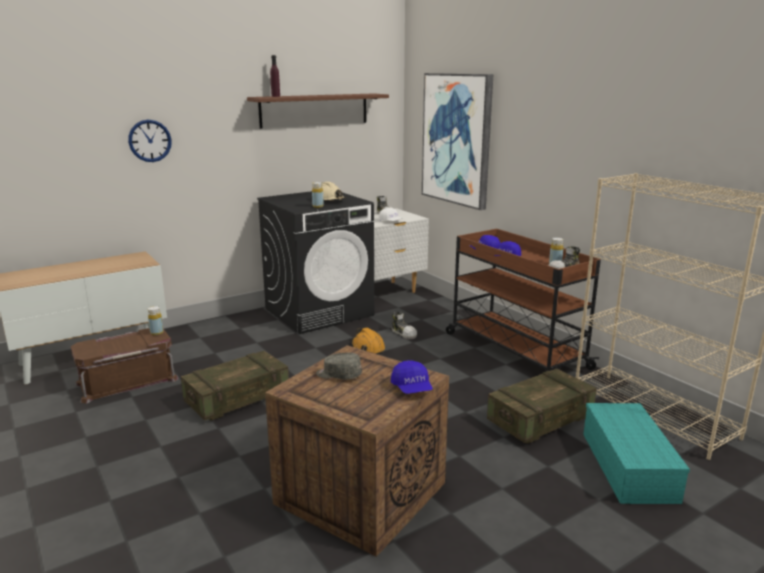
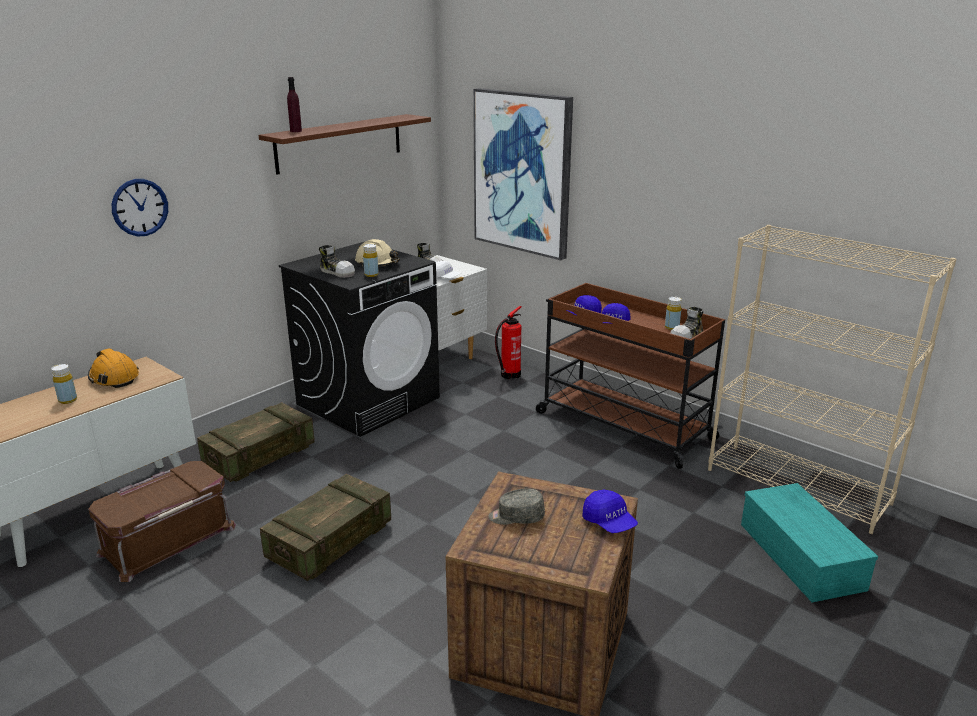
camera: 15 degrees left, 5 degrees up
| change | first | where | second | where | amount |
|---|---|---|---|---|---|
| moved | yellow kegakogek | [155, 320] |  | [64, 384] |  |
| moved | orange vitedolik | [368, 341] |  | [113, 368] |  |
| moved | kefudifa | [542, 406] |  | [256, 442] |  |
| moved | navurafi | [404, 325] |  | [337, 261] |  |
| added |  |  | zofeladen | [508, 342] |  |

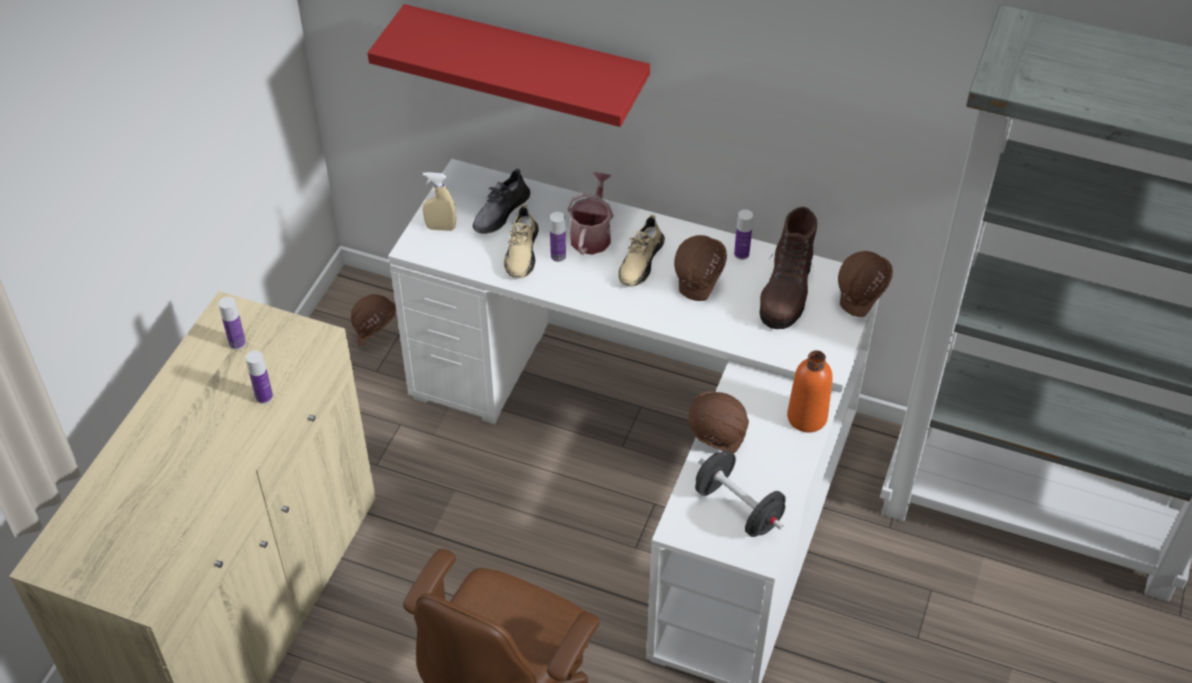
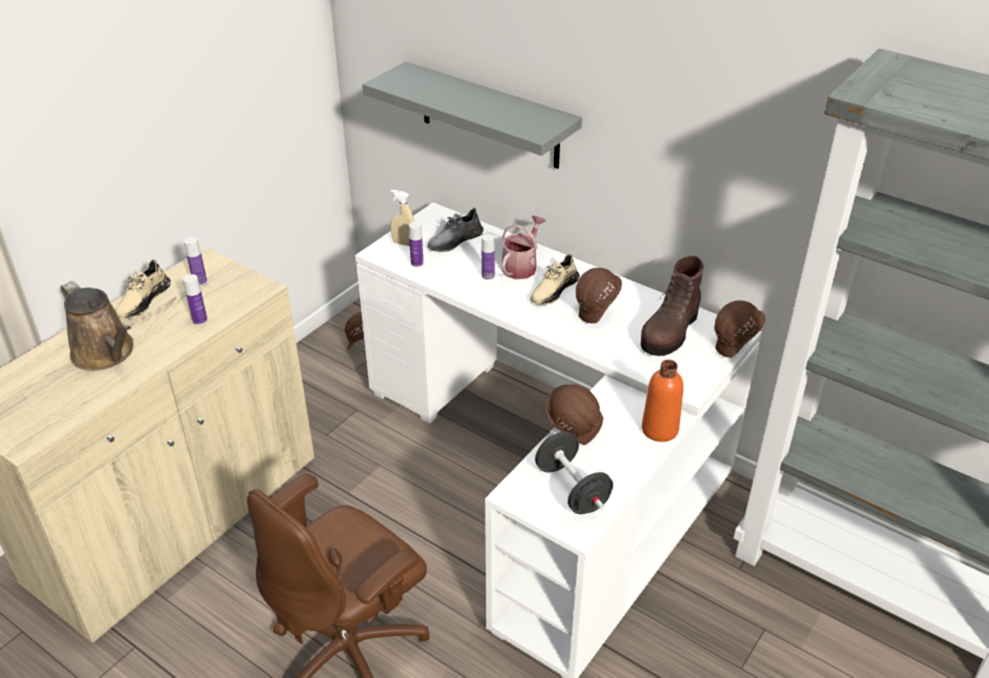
camera: 15 degrees right, 10 degrees down
| change | first | where | second | where | amount |
|---|---|---|---|---|---|
| added |  |  | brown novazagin | [96, 326] |  |
| moved | beige navurafi | [521, 241] |  | [143, 288] |  |
| recoloured | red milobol | [509, 65] | grey milobol | [472, 115] |  |
| moved | kegakogek | [743, 235] |  | [416, 244] |  |

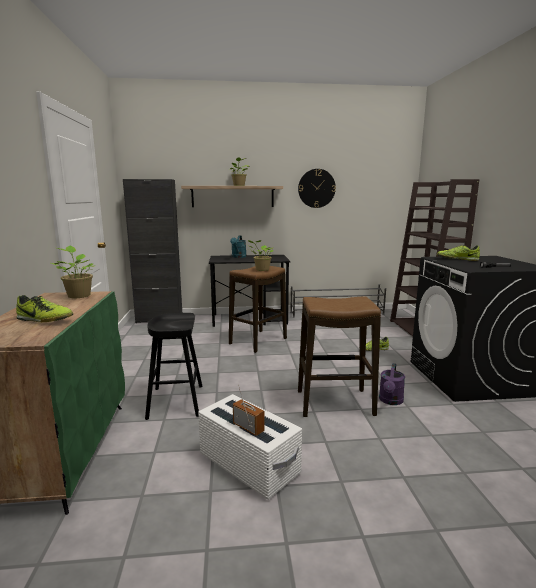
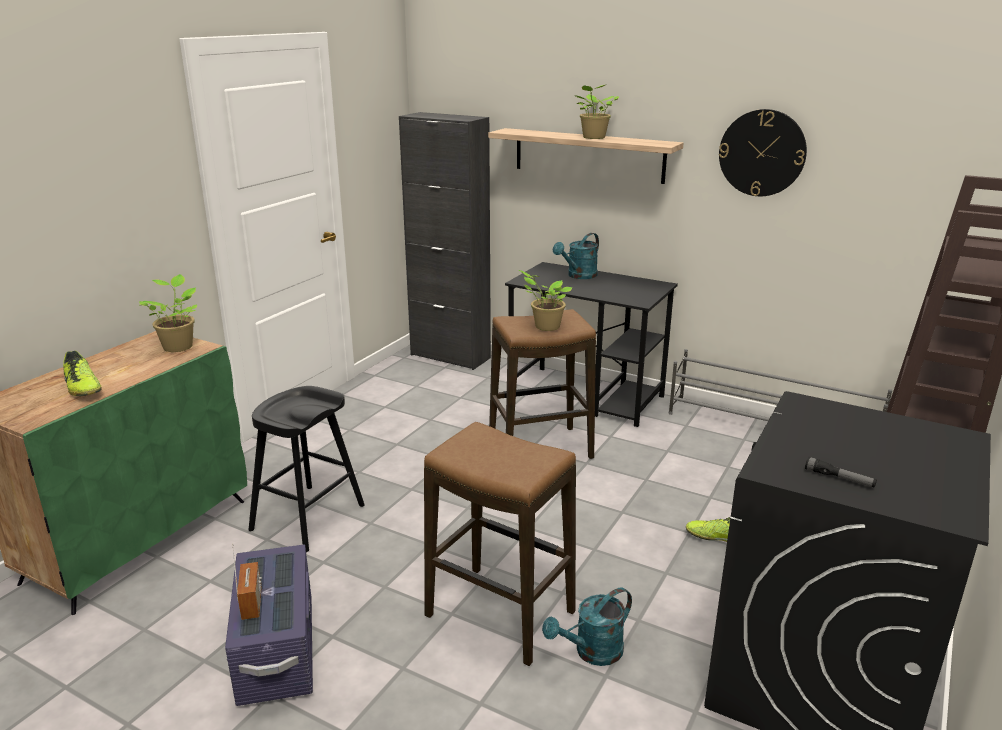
camera: 35 degrees right, 10 degrees up
| change | first | where | second | where | amount |
|---|---|---|---|---|---|
| recoloured | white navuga | [250, 447] | purple navuga | [269, 625] |  |
| recoloured | purple novazagin | [392, 384] | turquoise novazagin | [587, 626] |  |
| removed | navurafi | [458, 253] |  |  |  |

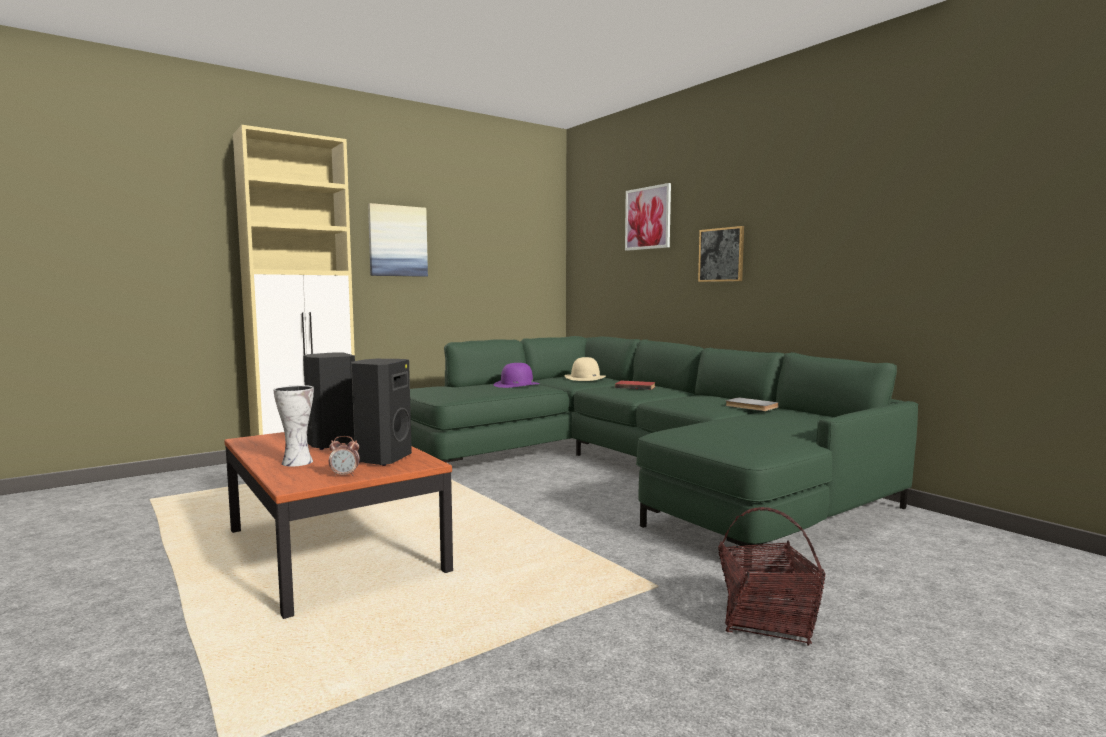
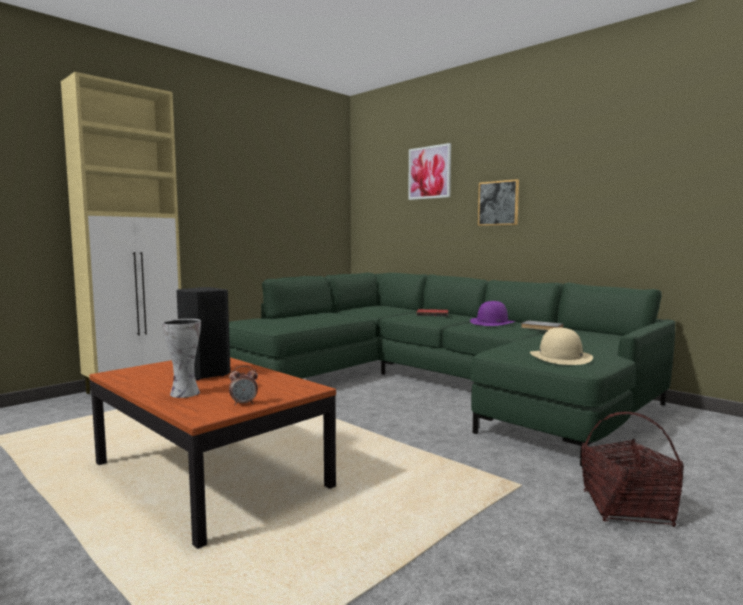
camera: 10 degrees left, 0 degrees up
| change | first | where | second | where | amount |
|---|---|---|---|---|---|
| moved | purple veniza | [517, 375] |  | [492, 313] |  |
| moved | beige veniza | [585, 369] |  | [561, 346] |  |
| removed | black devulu | [381, 412] |  |  |  |
| removed | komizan | [398, 240] |  |  |  |

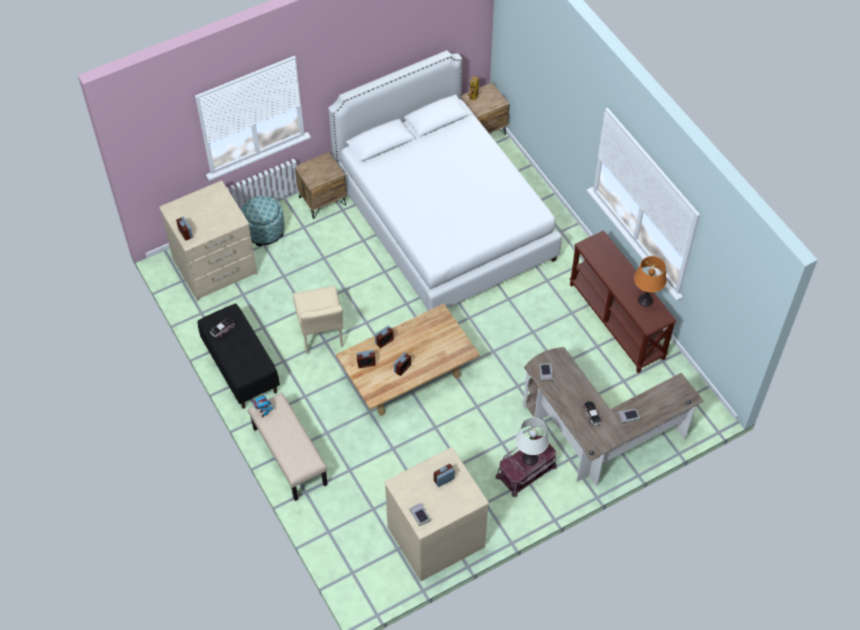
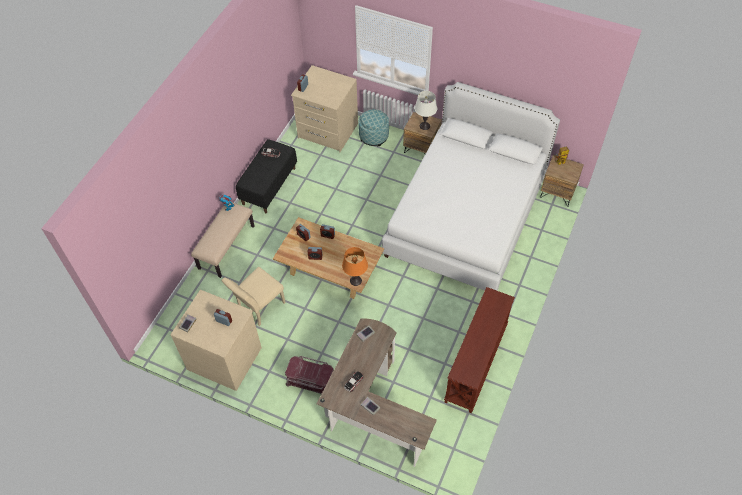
camera: 55 degrees right, 0 degrees up
| change | first | where | second | where | amount |
|---|---|---|---|---|---|
| moved | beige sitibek | [318, 320] |  | [253, 296] |  |
| moved | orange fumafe | [650, 281] |  | [355, 266] |  |
| moved | white fumafe | [532, 441] |  | [426, 110] |  |

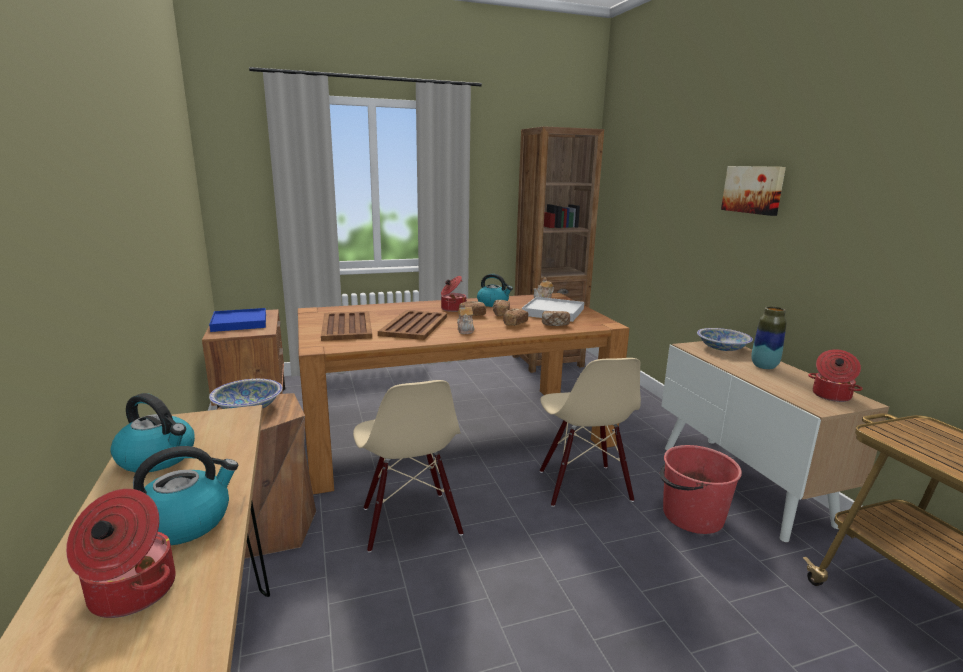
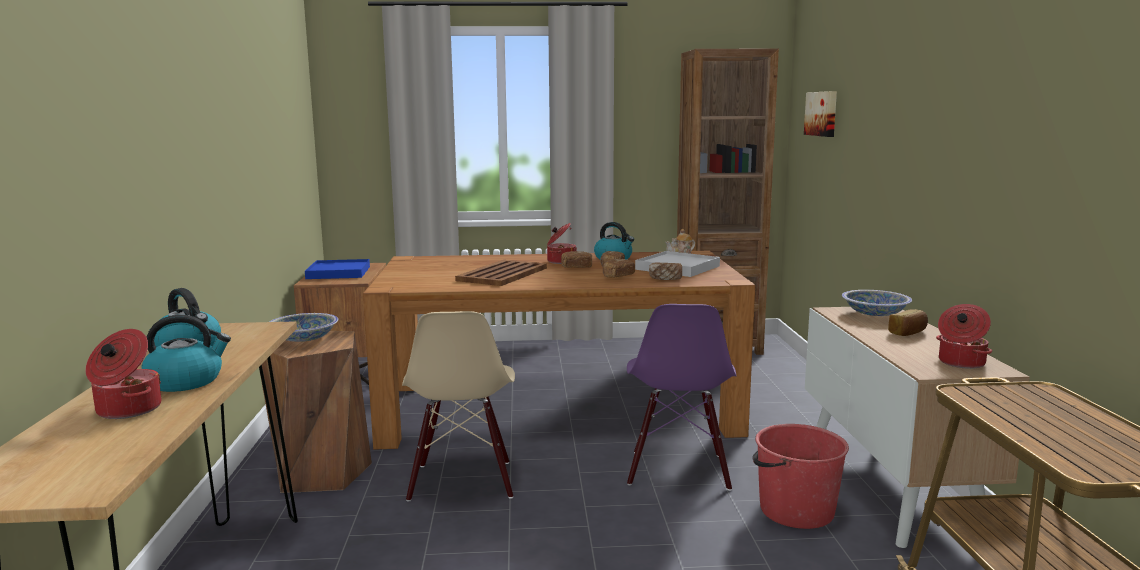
camera: 15 degrees right, 5 degrees down
| change | first | where | second | where | amount |
|---|---|---|---|---|---|
| recoloured | beige sitibek | [590, 432] | purple sitibek | [682, 397] |  |
| moved | komizan | [753, 191] |  | [820, 114] |  |
| replaced | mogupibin | [769, 338] | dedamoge | [908, 322] |  |
| removed | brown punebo | [346, 326] |  |  |  |
| removed | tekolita | [466, 318] |  |  |  |

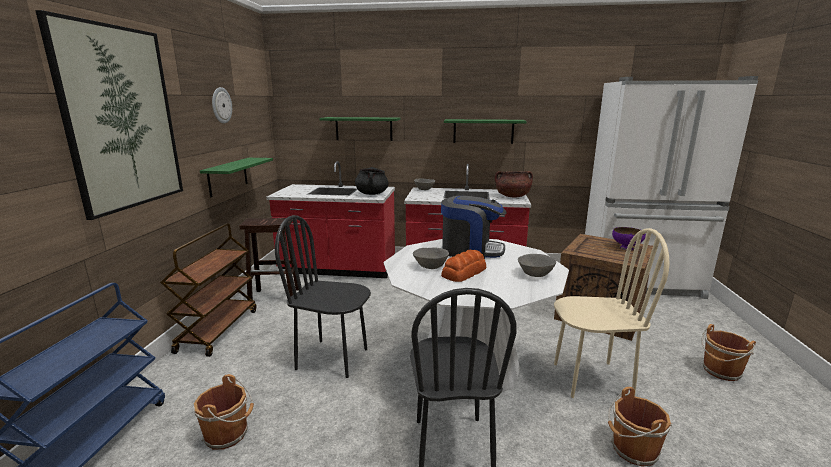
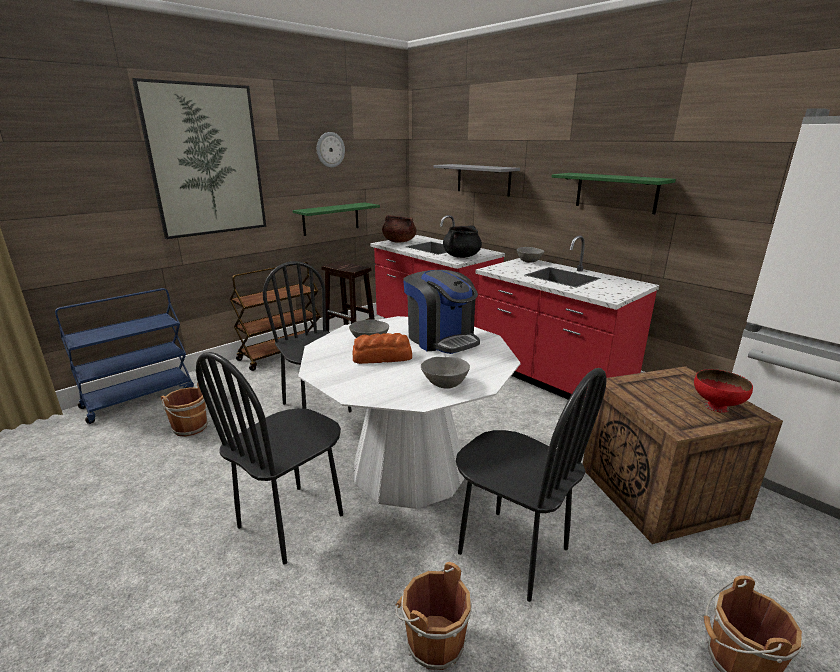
camera: 40 degrees right, 5 degrees up
| change | first | where | second | where | amount |
|---|---|---|---|---|---|
| moved | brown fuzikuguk | [514, 184] |  | [399, 229] |  |
| recoloured | green milobol | [360, 129] | grey milobol | [476, 180] |  |
| recoloured | beige sitibek | [612, 313] | black sitibek | [531, 485] |  |
| recoloured | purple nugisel | [629, 238] | red nugisel | [723, 391] |  |

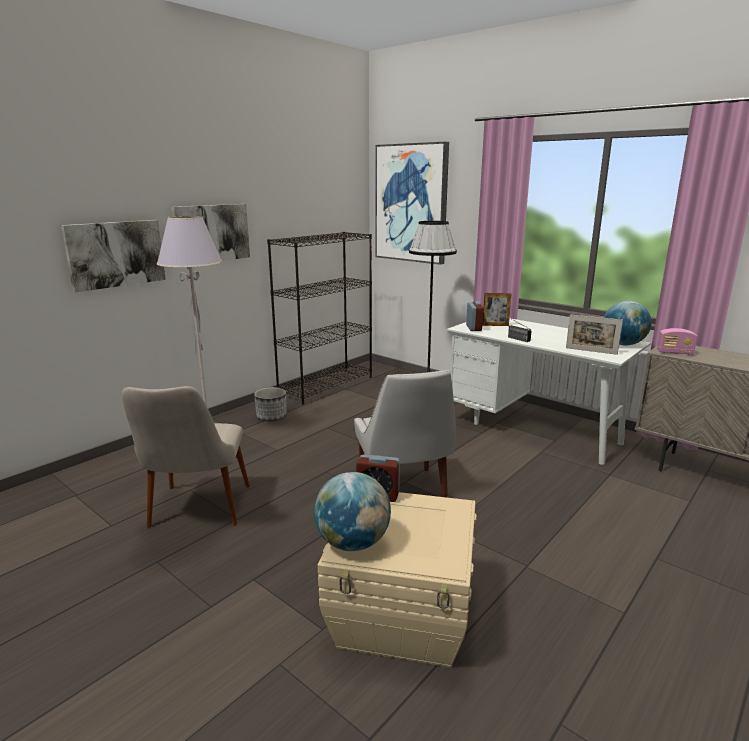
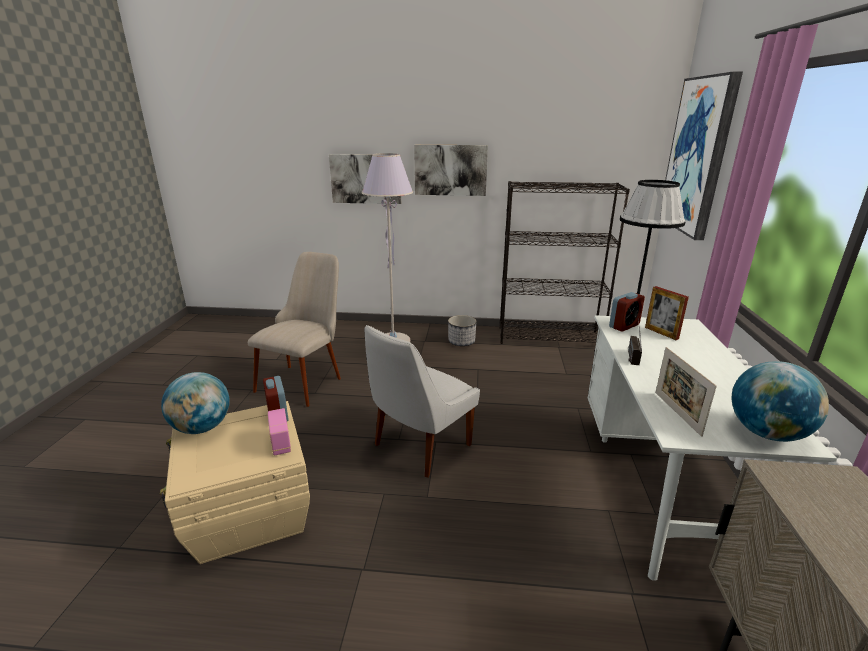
camera: 55 degrees right, 5 degrees up
| change | first | where | second | where | amount |
|---|---|---|---|---|---|
| turned | beige sitibek | [186, 457] |  | [294, 329] | 150 degrees clockwise |
| moved | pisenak | [677, 341] |  | [279, 431] |  |

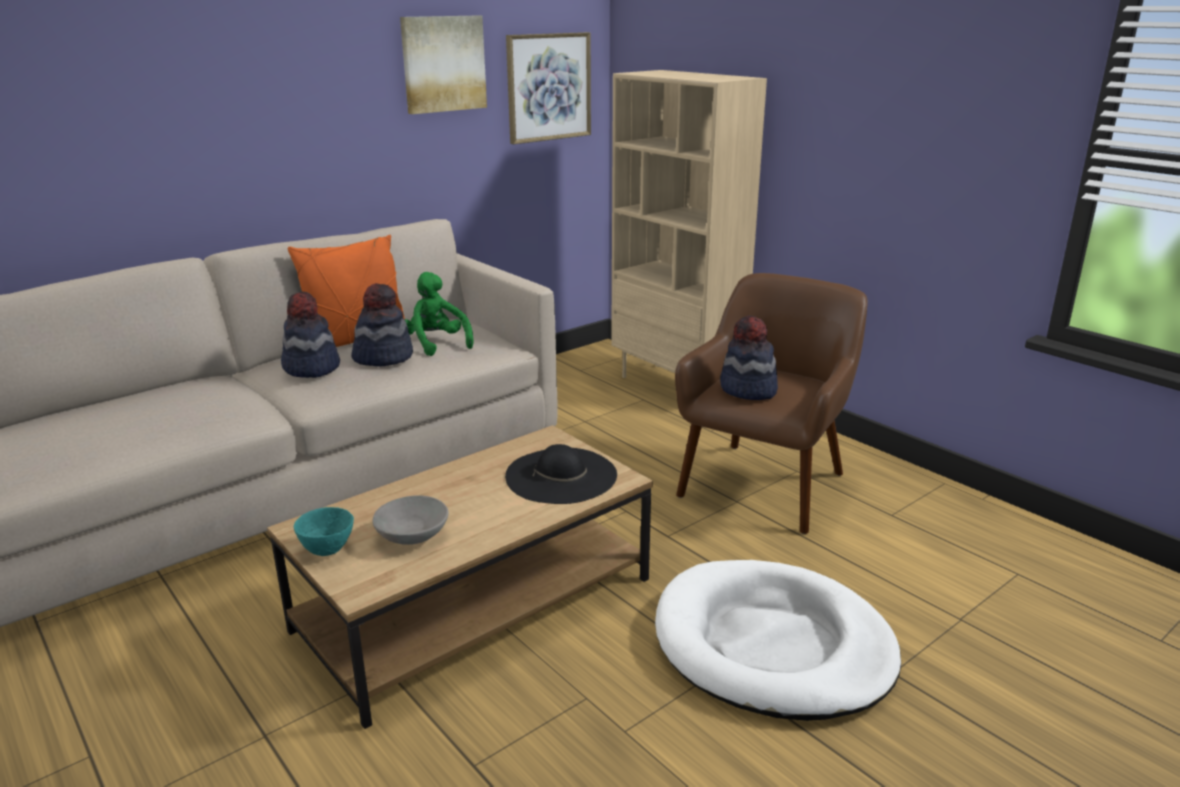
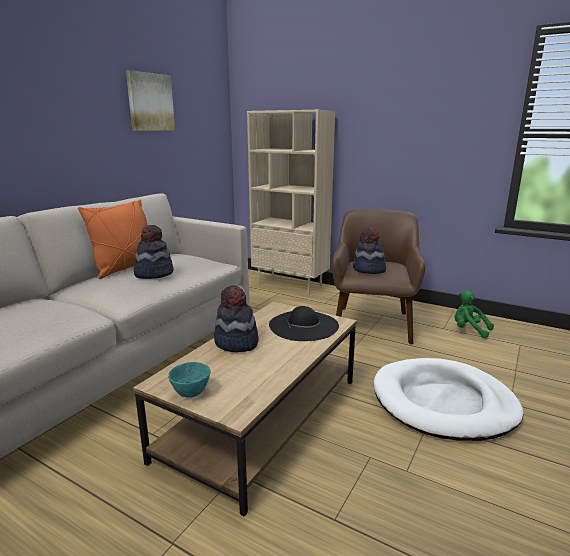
camera: 20 degrees left, 5 degrees down
| change | first | where | second | where | amount |
|---|---|---|---|---|---|
| moved | veniza | [310, 334] |  | [236, 318] |  |
| moved | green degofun | [439, 314] |  | [474, 314] |  |
| removed | grey nugisel | [410, 520] |  |  |  |
| removed | komizan | [548, 88] |  |  |  |

